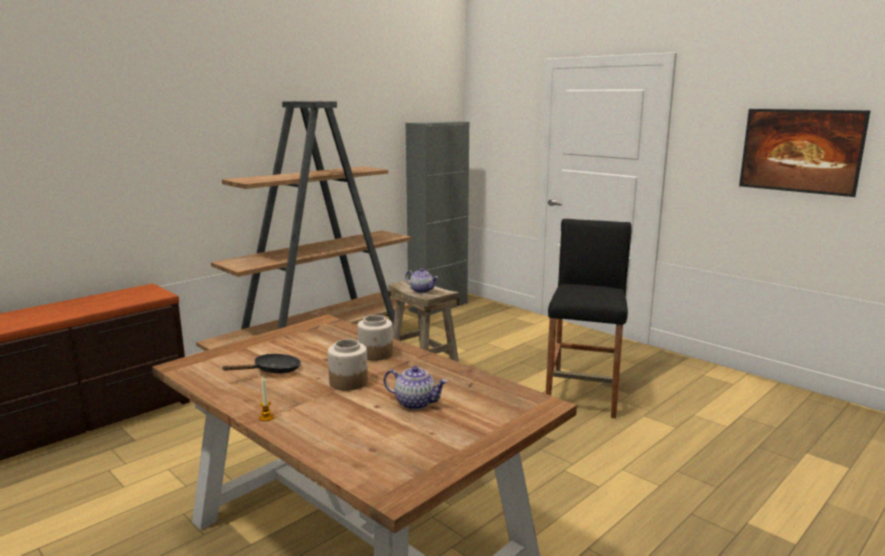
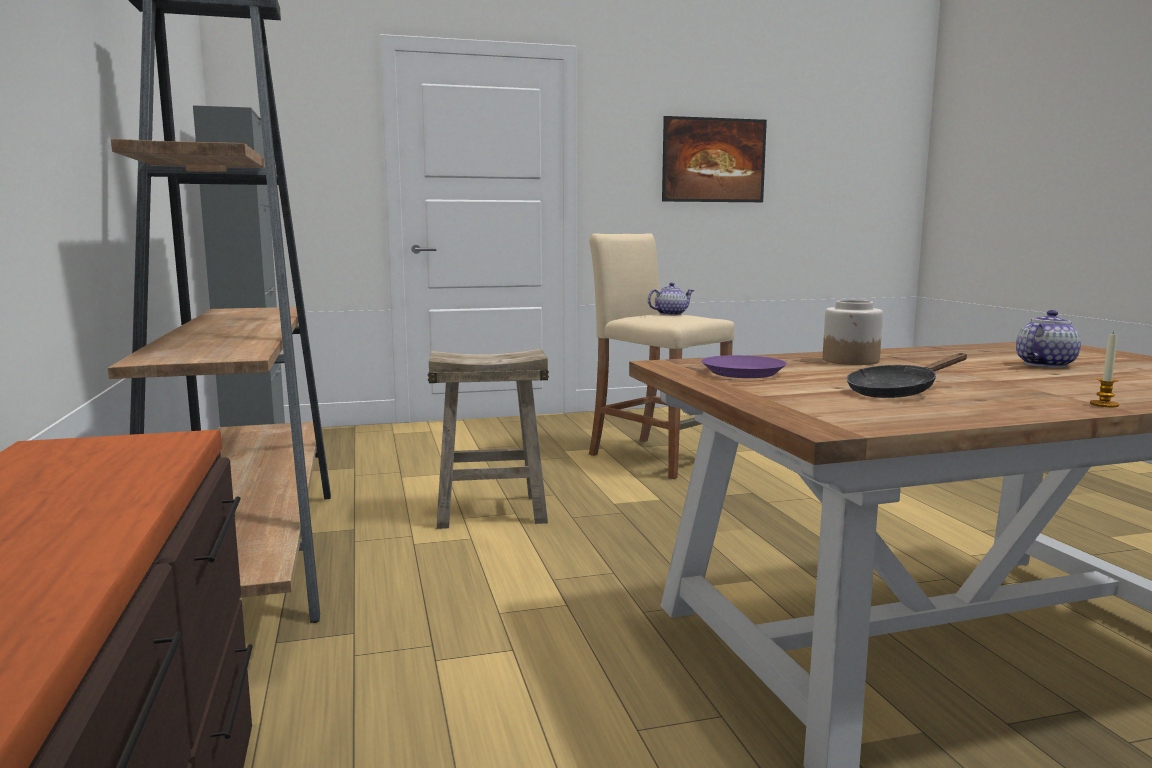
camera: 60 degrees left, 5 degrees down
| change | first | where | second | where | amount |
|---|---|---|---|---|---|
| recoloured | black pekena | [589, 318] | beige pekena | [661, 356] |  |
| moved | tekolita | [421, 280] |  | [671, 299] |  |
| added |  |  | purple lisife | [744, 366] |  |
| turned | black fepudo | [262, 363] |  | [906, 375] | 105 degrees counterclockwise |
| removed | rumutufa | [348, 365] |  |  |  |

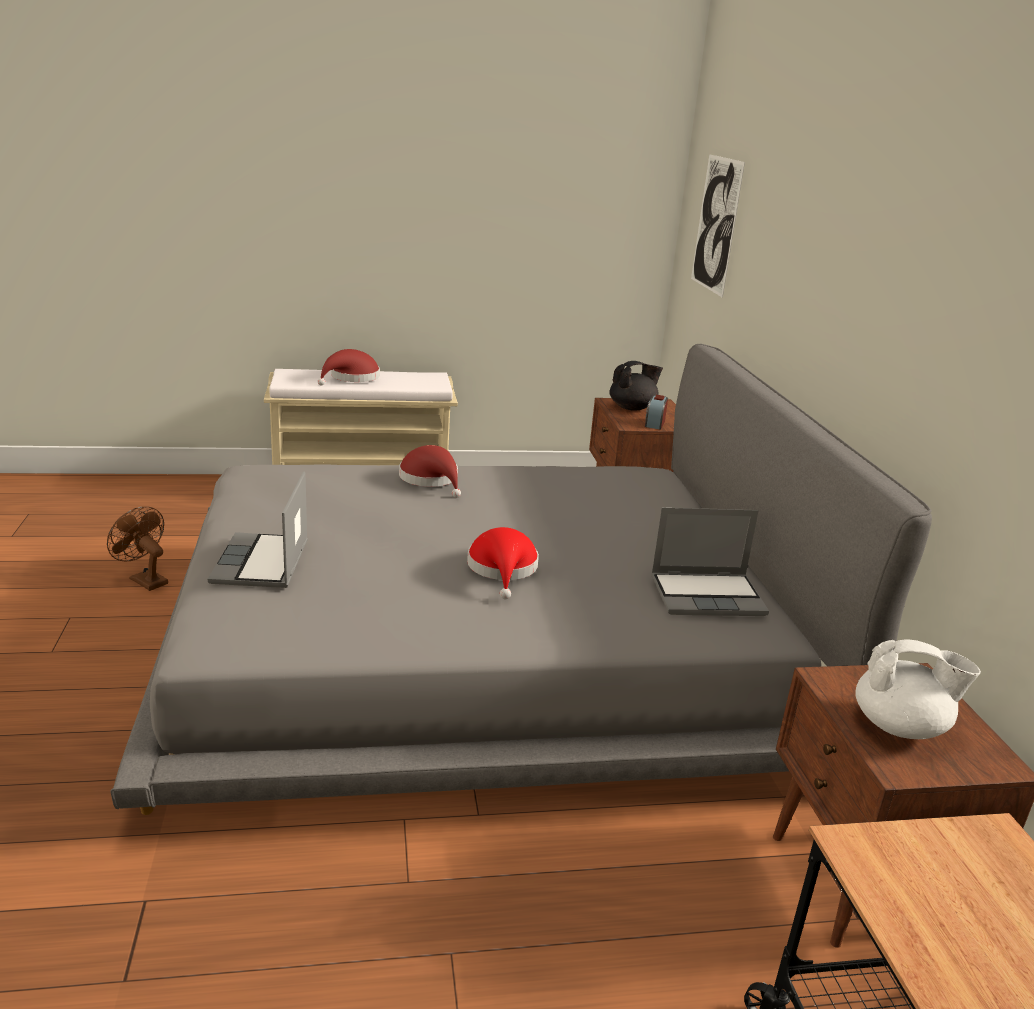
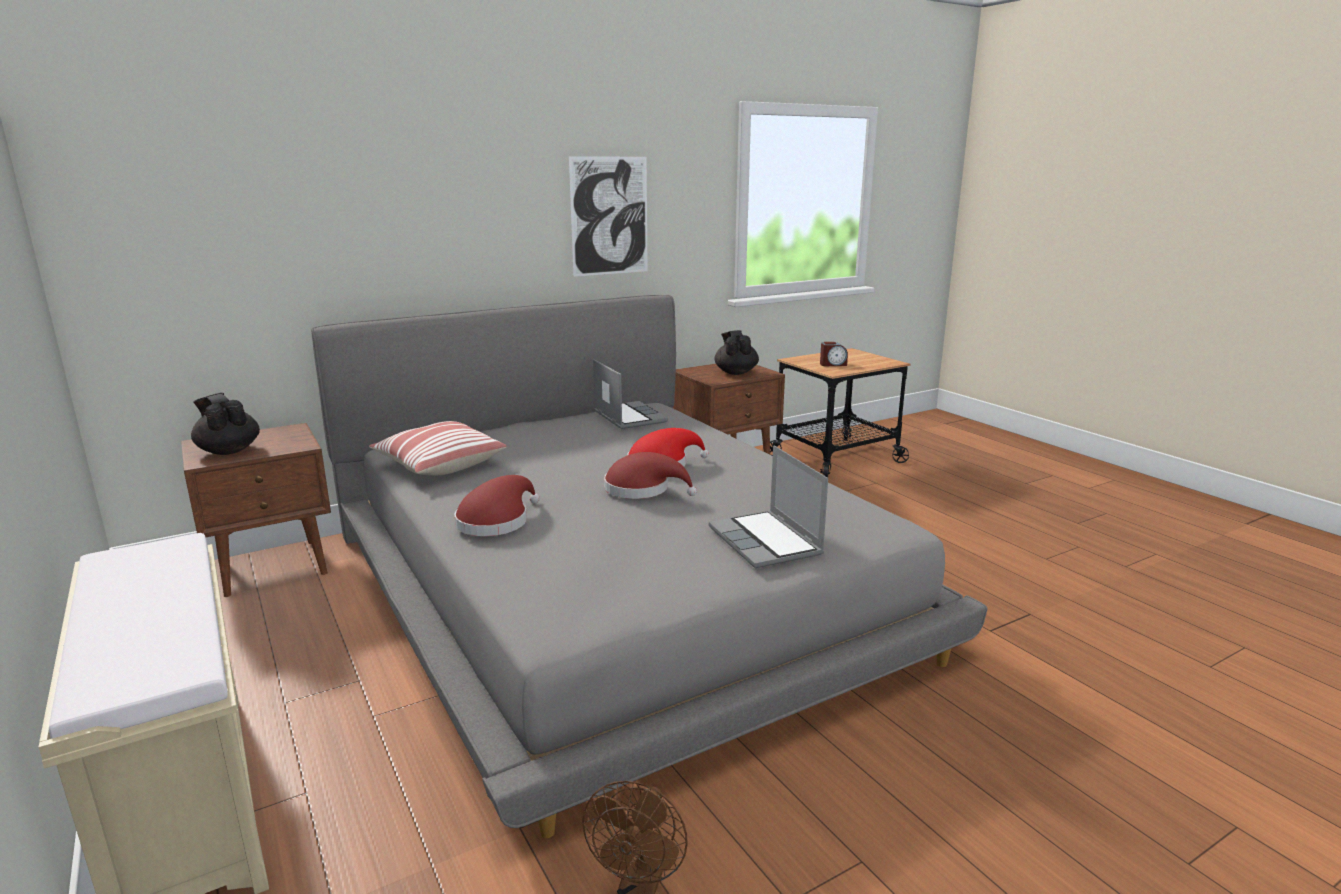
camera: 110 degrees left, 5 degrees down
| change | first | where | second | where | amount |
|---|---|---|---|---|---|
| added |  |  | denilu | [438, 448] |  |
| moved | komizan | [718, 226] |  | [608, 216] |  |
| moved | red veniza | [348, 367] |  | [650, 475] |  |
| turned | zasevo | [258, 530] |  | [768, 506] | 90 degrees clockwise |
| recoloured | white tekolita | [918, 689] | black tekolita | [737, 352] |  |
| moved | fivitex | [656, 412] |  | [834, 354] |  |

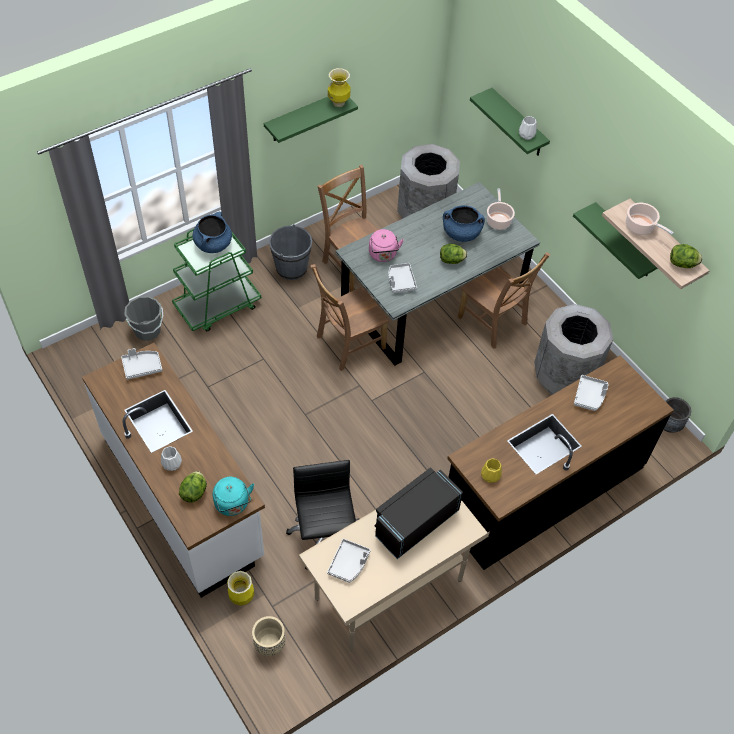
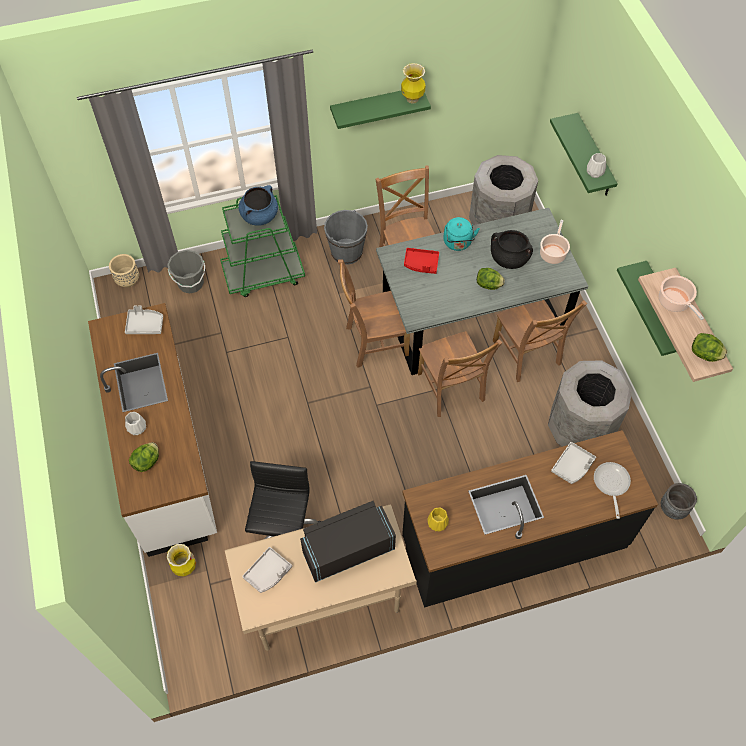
camera: 20 degrees right, 5 degrees up
| change | first | where | second | where | amount |
|---|---|---|---|---|---|
| moved | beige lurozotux | [268, 636] |  | [124, 271] |  |
| replaced | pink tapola | [386, 245] | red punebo | [421, 261] |  |
| added |  |  | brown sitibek | [460, 374] |  |
| moved | turquoise tapola | [233, 496] |  | [461, 234] |  |
| recoloured | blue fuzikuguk | [464, 223] | black fuzikuguk | [512, 249] |  |
| added |  |  | fepudo | [612, 490] |  |
| removed | grey punebo | [402, 278] |  |  |  |

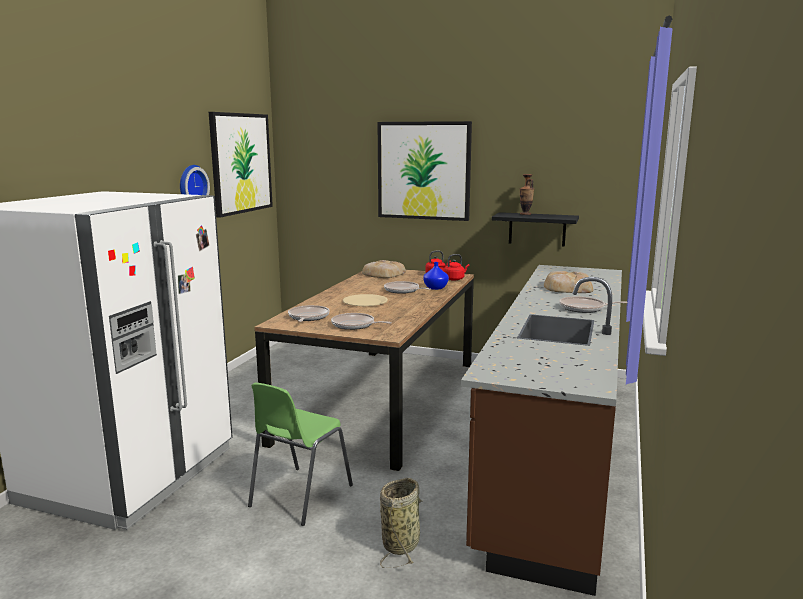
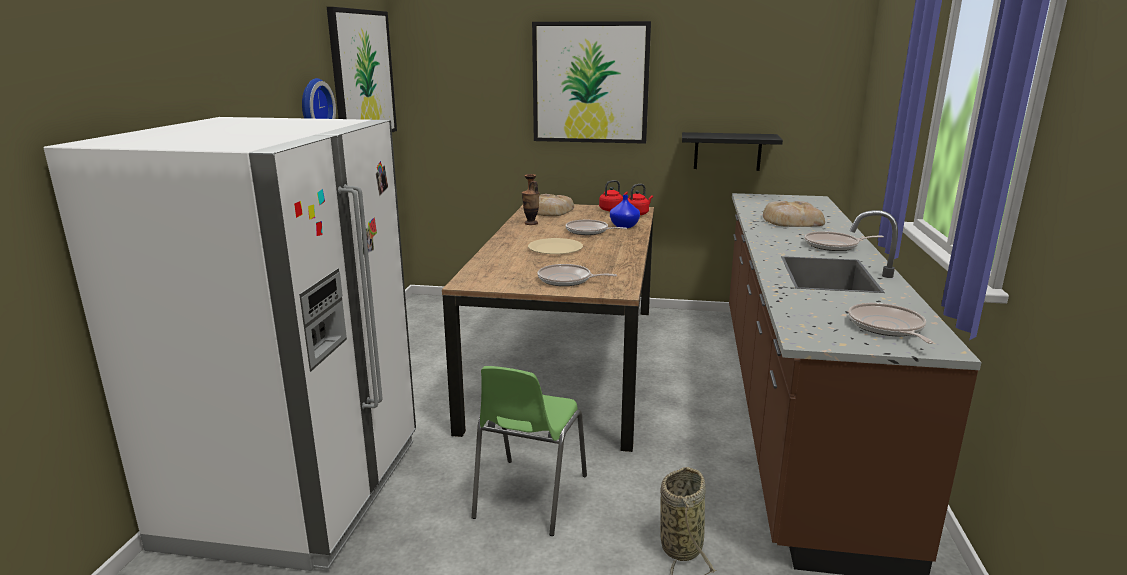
camera: 10 degrees left, 5 degrees up
| change | first | where | second | where | amount |
|---|---|---|---|---|---|
| moved | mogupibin | [527, 194] |  | [531, 199] |  |
| moved | fepudo | [308, 313] |  | [891, 323] |  |

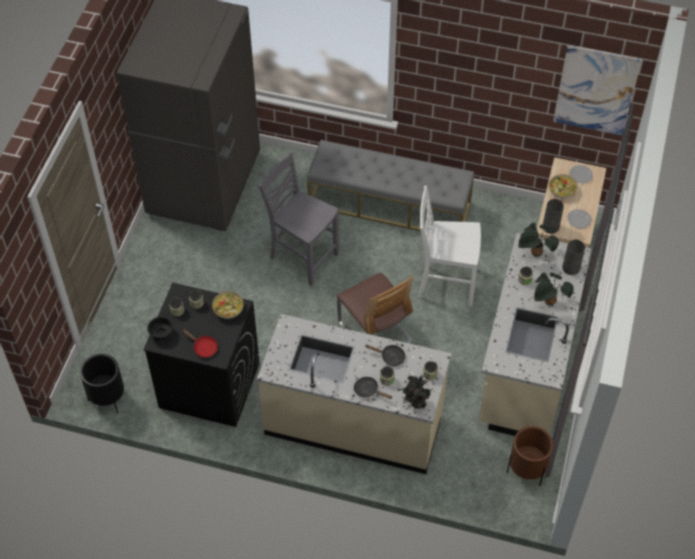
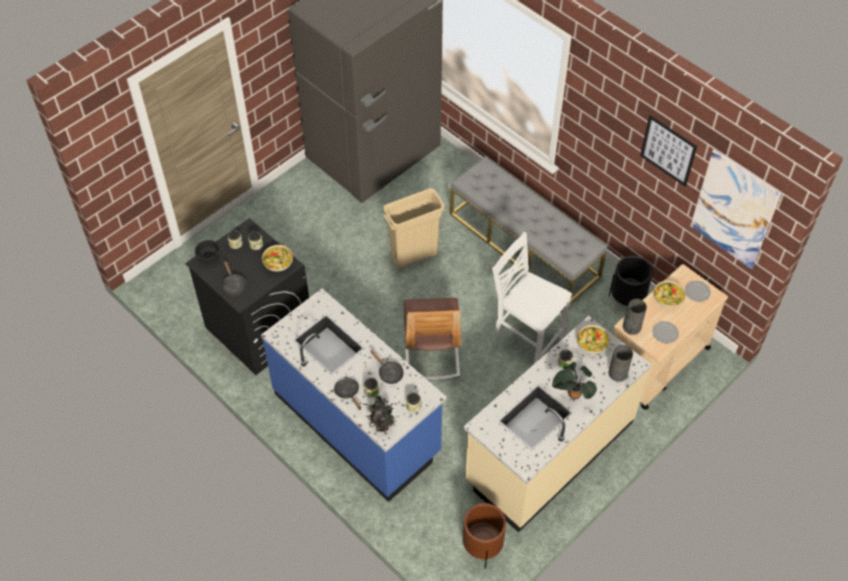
camera: 30 degrees right, 0 degrees up
| change | first | where | second | where | amount |
|---|---|---|---|---|---|
| recoloured | red fepudo | [200, 343] | black fepudo | [235, 278] |  |
| recoloured | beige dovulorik | [354, 394] | blue dovulorik | [354, 395] |  |
| replaced | grey sitibek | [299, 219] | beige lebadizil | [414, 228] |  |
| replaced | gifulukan | [539, 240] | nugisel | [593, 339] |  |
| moved | black lurozotux | [102, 383] |  | [631, 281] |  |
| added |  |  | komizan | [668, 151] |  |

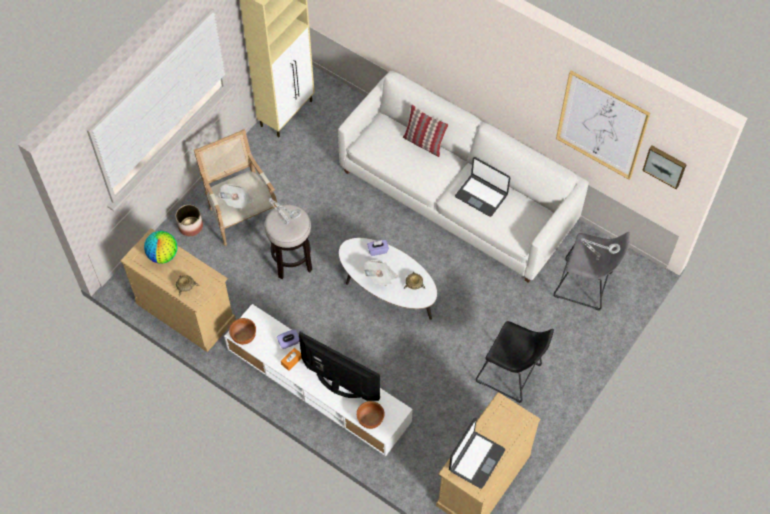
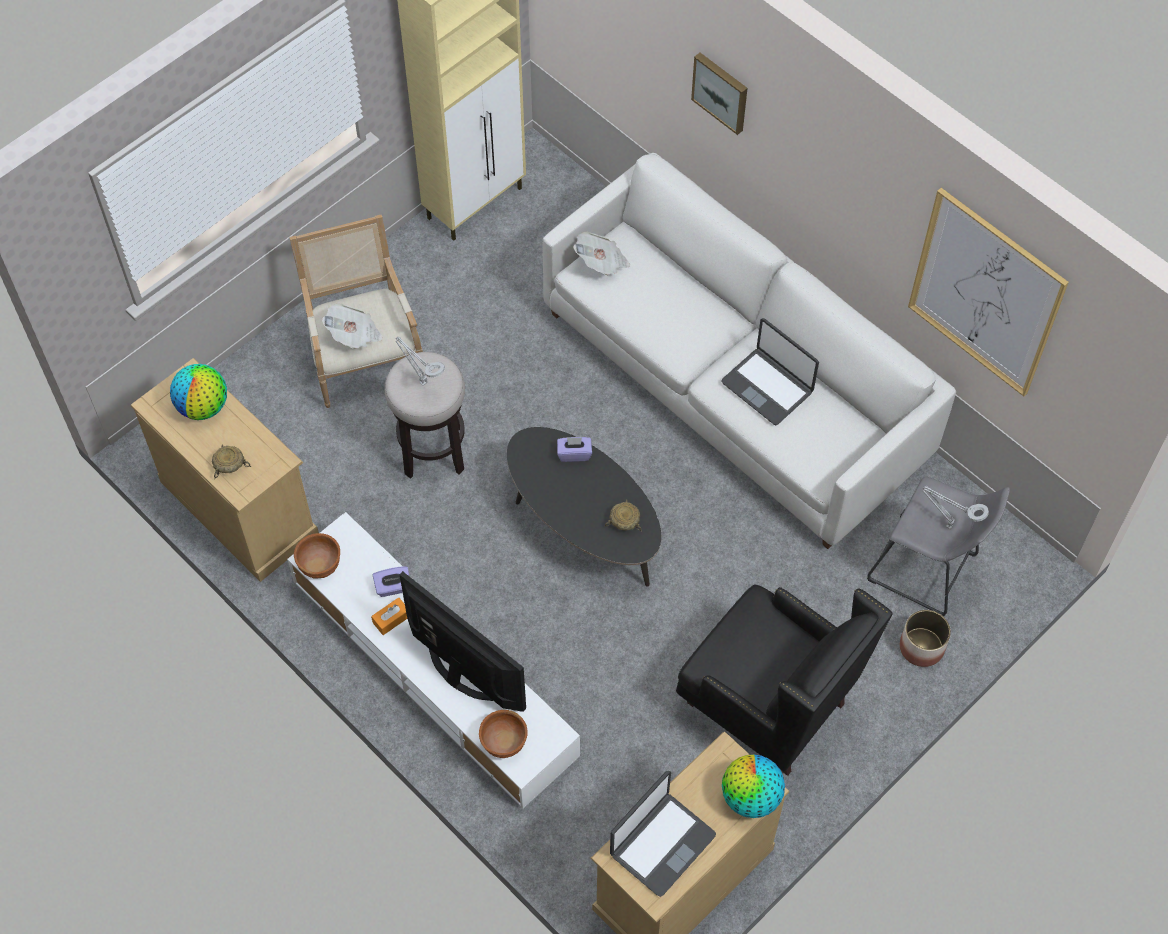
camera: 10 degrees right, 0 degrees up
| change | first | where | second | where | amount |
|---|---|---|---|---|---|
| recoloured | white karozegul | [388, 279] | black karozegul | [584, 506] |  |
| moved | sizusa | [380, 273] |  | [601, 253] |  |
| replaced | black pekena | [515, 362] | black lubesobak | [784, 680] |  |
| moved | komizan | [664, 167] |  | [719, 94] |  |
| added |  |  | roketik | [753, 786] |  |
| moved | lurozotux | [189, 220] |  | [925, 638] |  |
| removed | denilu | [425, 131] |  |  |  |

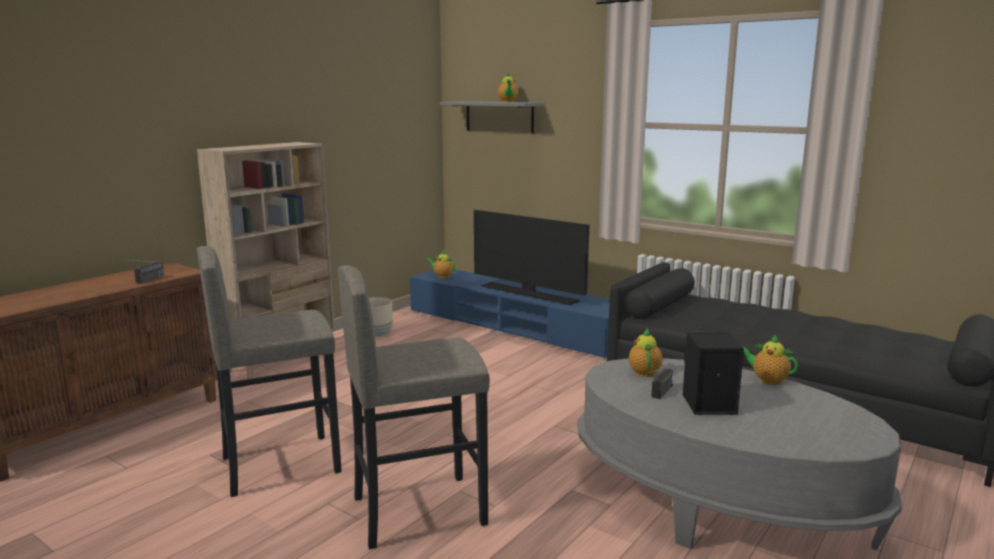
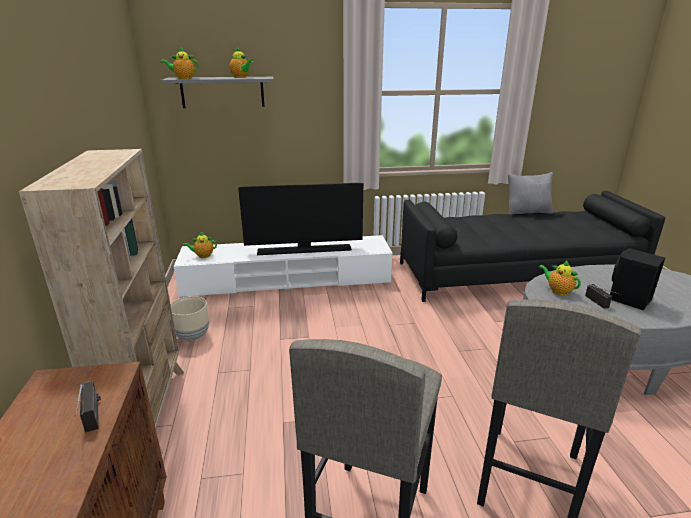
camera: 45 degrees left, 10 degrees up
| change | first | where | second | where | amount |
|---|---|---|---|---|---|
| moved | tekolita | [770, 360] |  | [180, 63] |  |
| recoloured | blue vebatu | [510, 315] | white vebatu | [283, 266] |  |
| added |  |  | grey denilu | [530, 193] |  |

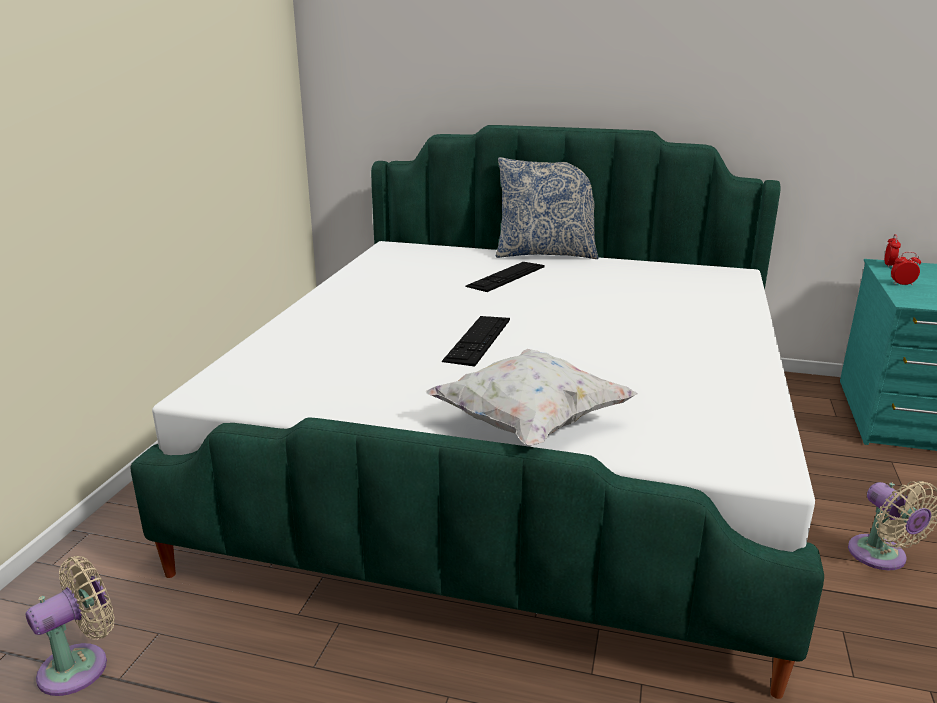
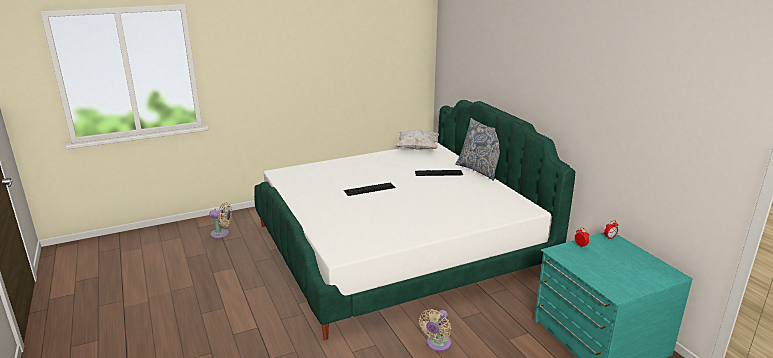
camera: 50 degrees right, 0 degrees up
| change | first | where | second | where | amount |
|---|---|---|---|---|---|
| moved | white denilu | [532, 397] |  | [417, 140] |  |

